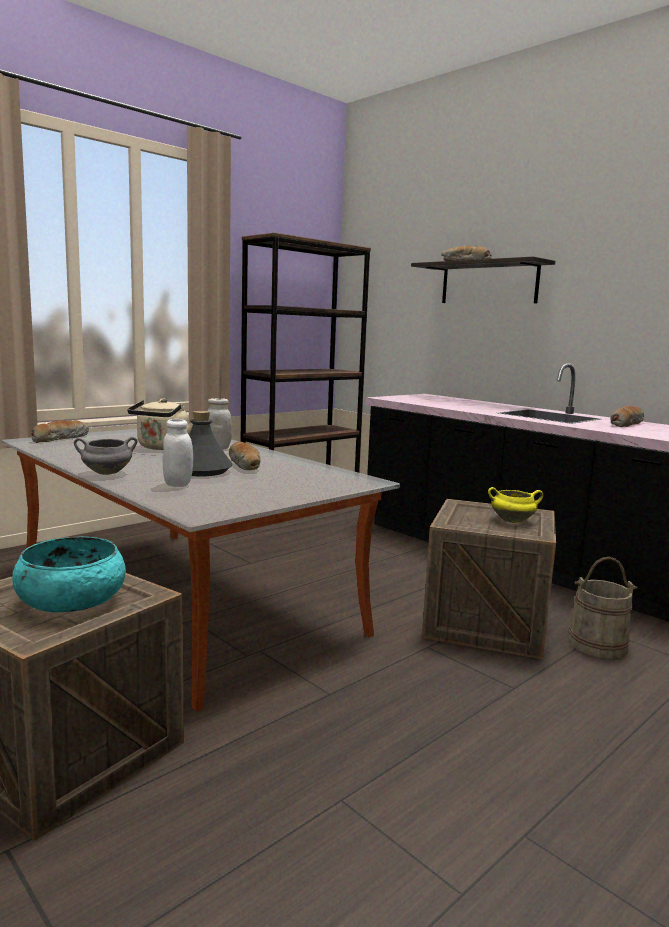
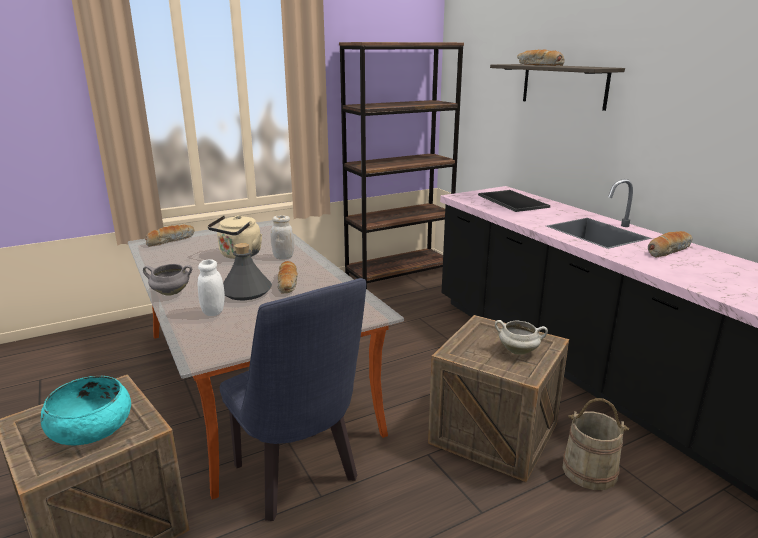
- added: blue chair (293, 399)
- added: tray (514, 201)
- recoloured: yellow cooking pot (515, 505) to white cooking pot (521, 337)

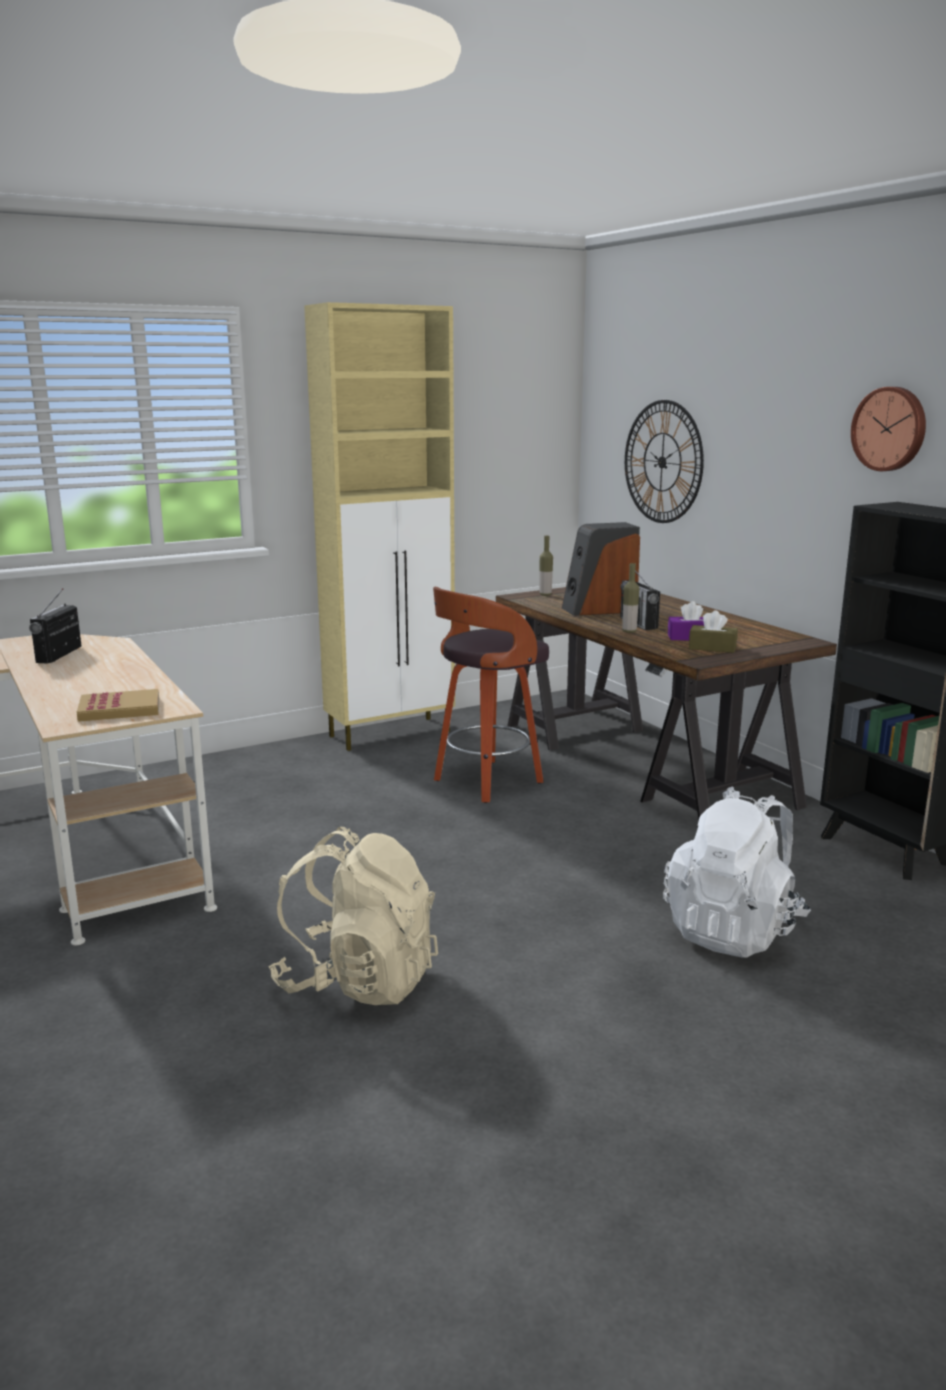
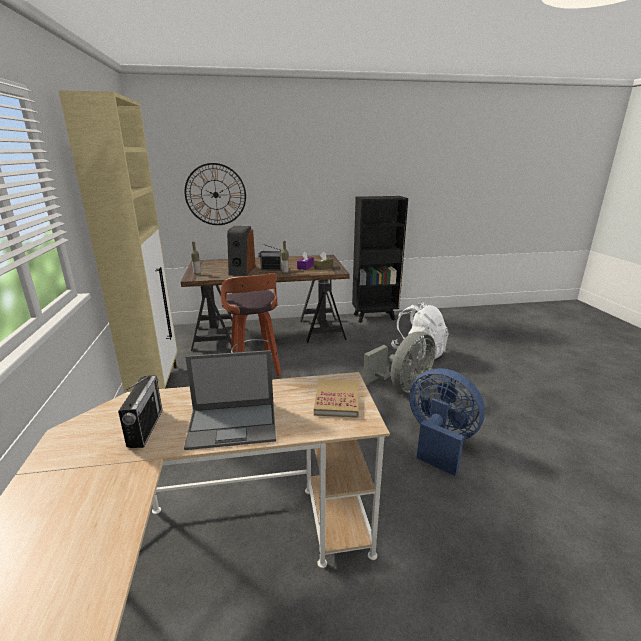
- removed: wall clock (888, 429)
- added: laptop (230, 400)
- added: grey fan (399, 362)
- replaced: beige backpack (353, 916) to blue fan (447, 422)
- turned: radio (55, 625) = (140, 411) 120 degrees counterclockwise

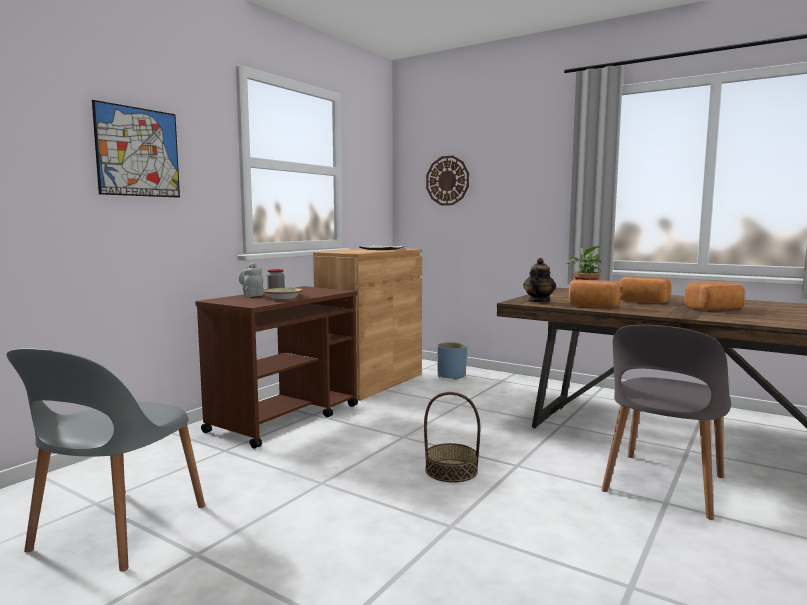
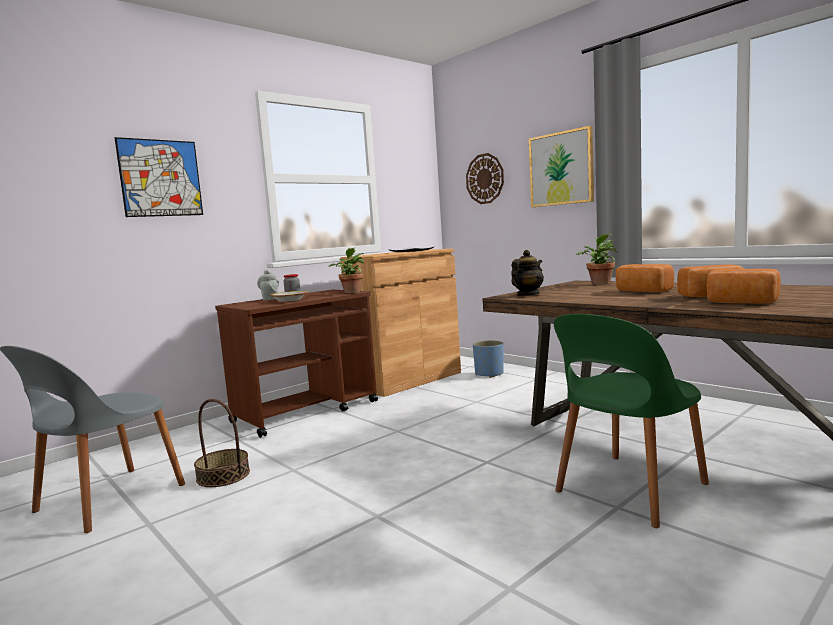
- added: potted plant (346, 271)
- added: picture (561, 166)
- moved: basket (452, 437) to (222, 443)
- moved: bread (594, 294) to (744, 286)
- recoloured: grey chair (666, 422) to green chair (631, 421)

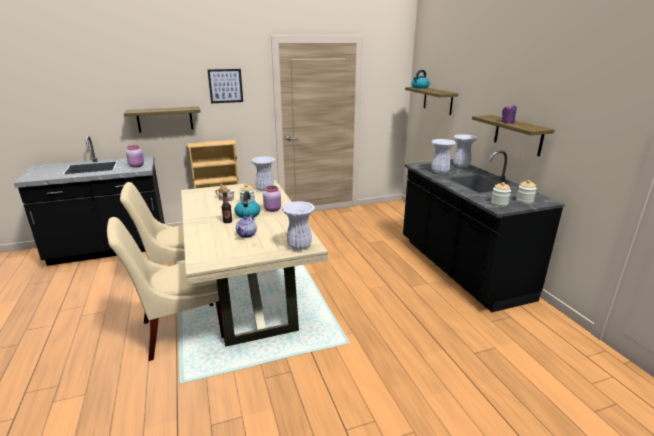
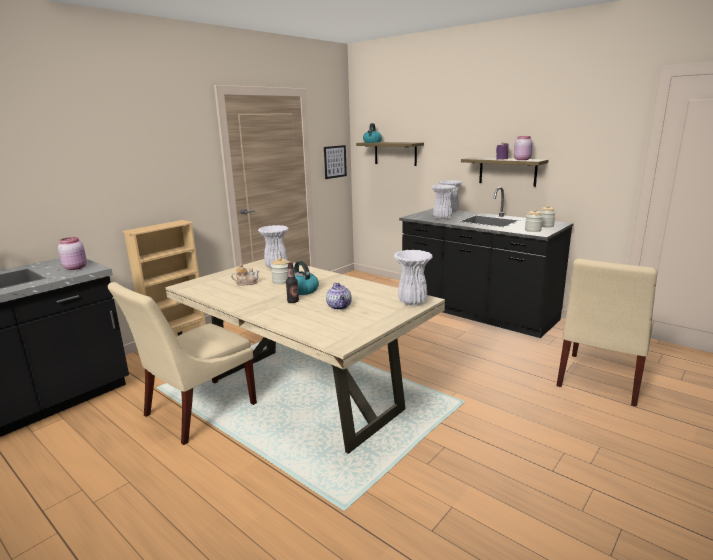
- removed: shelf (162, 120)
- moved: beige chair (165, 289) to (607, 333)
- moved: picture (225, 86) to (335, 162)
- moved: pink jar (272, 199) to (523, 148)

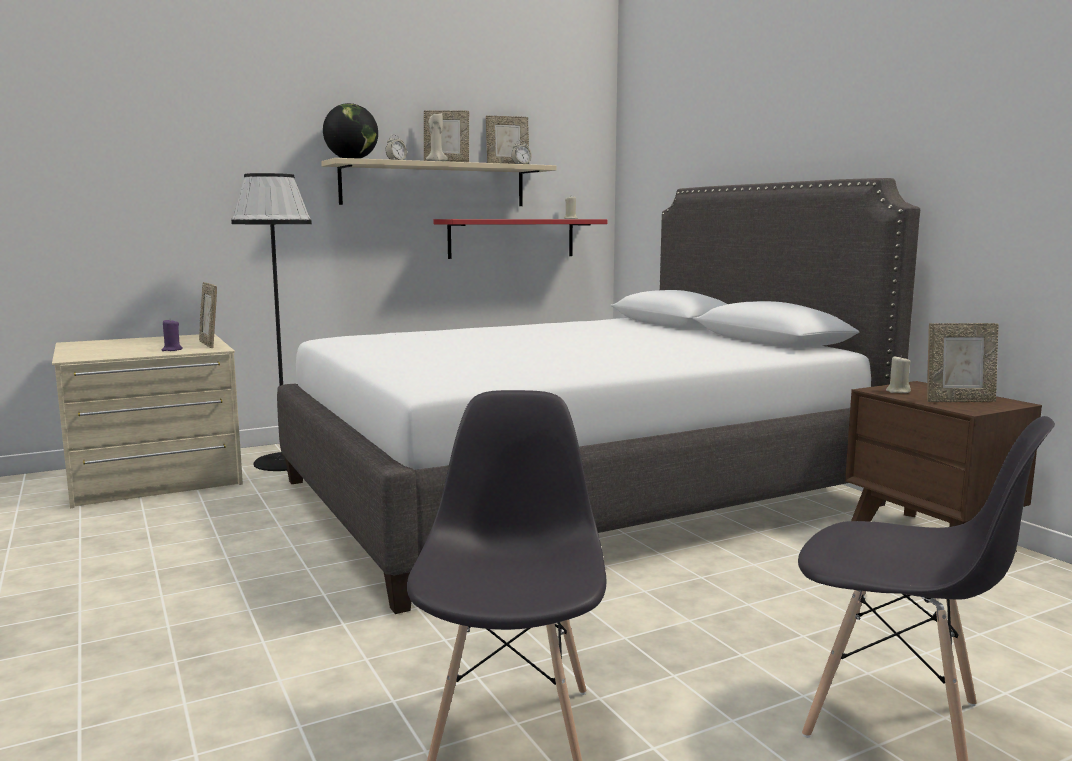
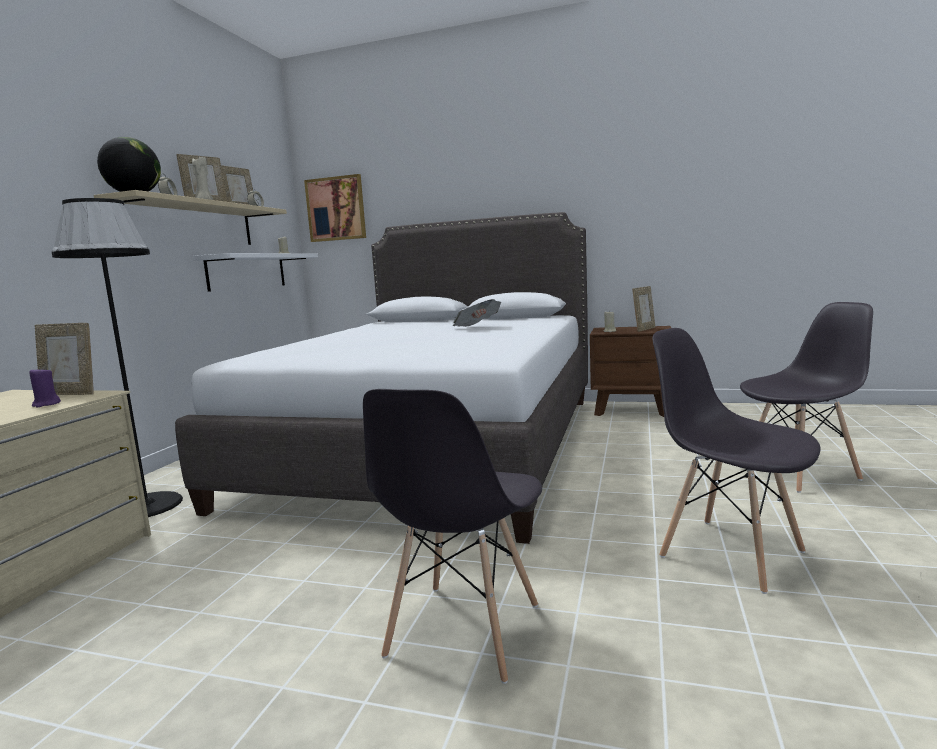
- added: picture (335, 208)
- added: grey chair (452, 536)
- added: newspaper (476, 313)
- recoloured: red shelf (521, 239) to white shelf (255, 272)

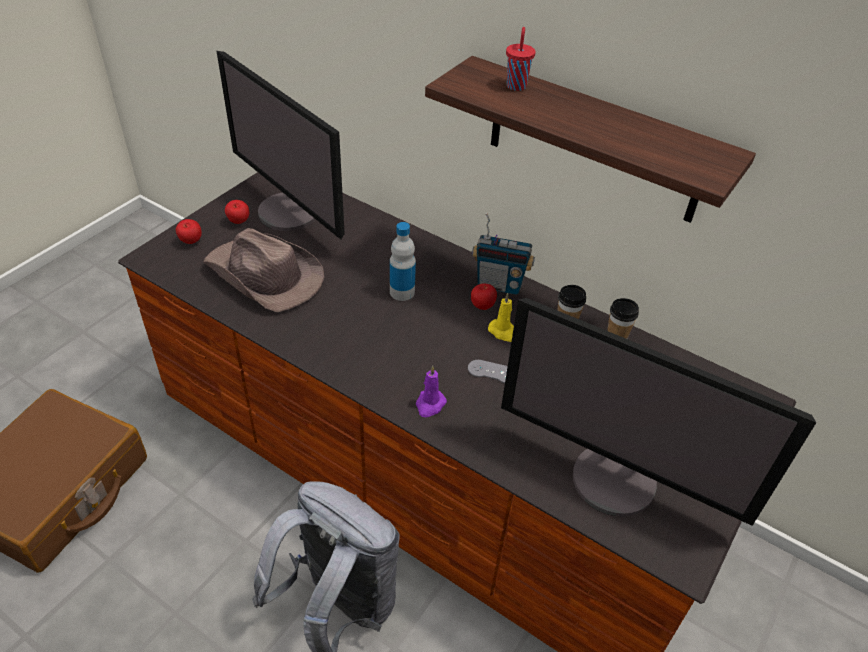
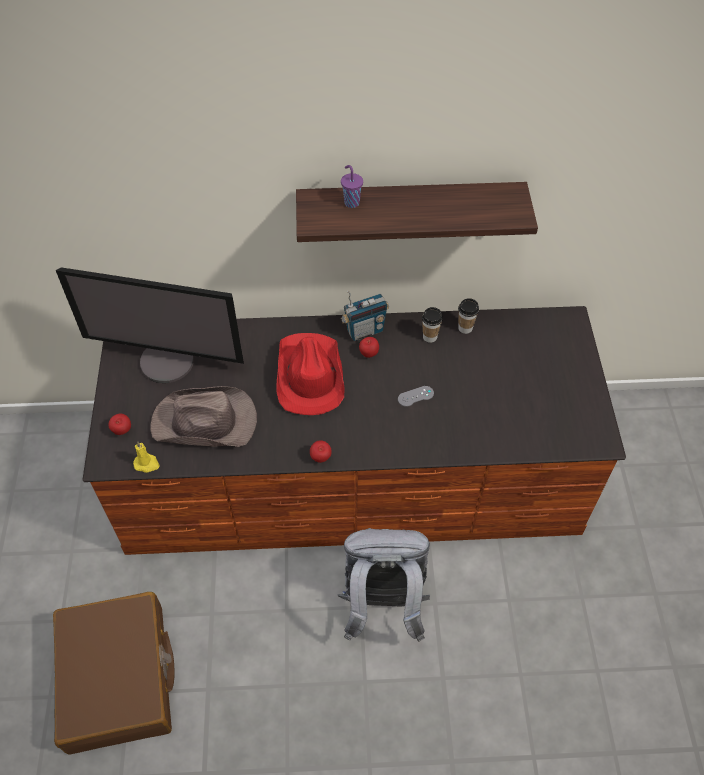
- removed: purple candle (431, 391)
- removed: monitor (658, 412)
- moved: apple (237, 212) to (321, 451)
- moved: yellow candle (501, 317) to (146, 457)
- replaced: bottle (403, 261) to red hat (310, 374)
- recoloured: red cup (521, 59) to purple cup (352, 186)

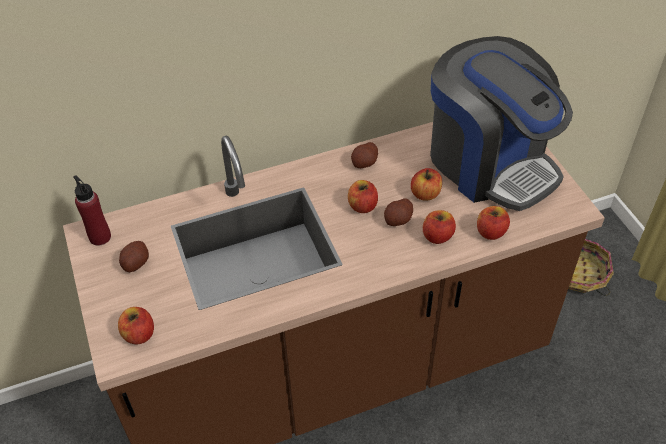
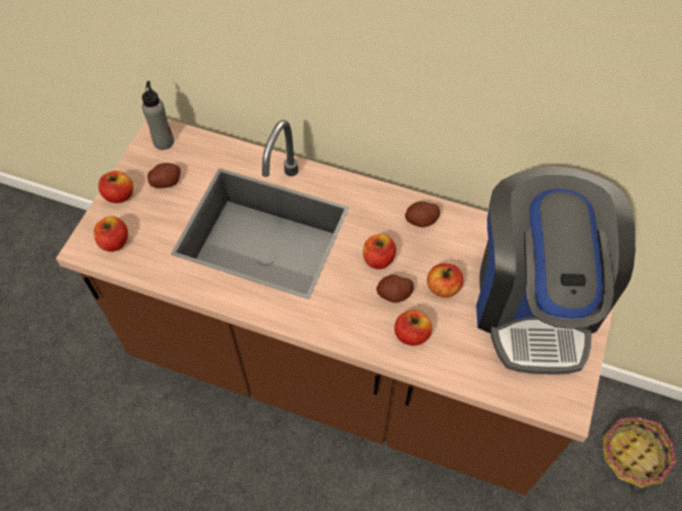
- moved: apple (493, 223) to (115, 187)
- recoloured: red bottle (92, 210) to grey bottle (158, 115)

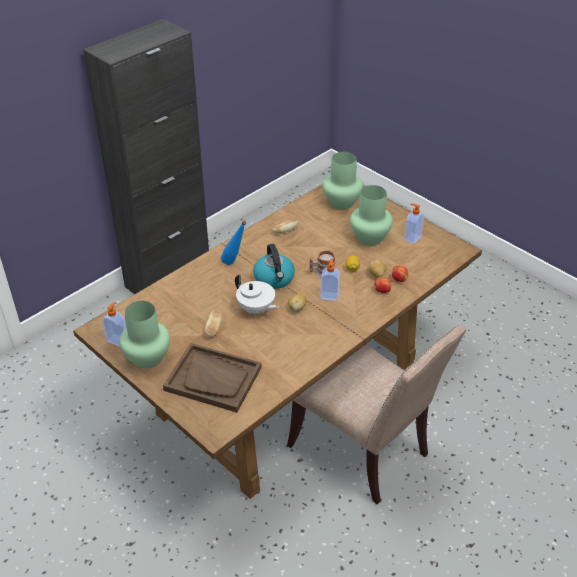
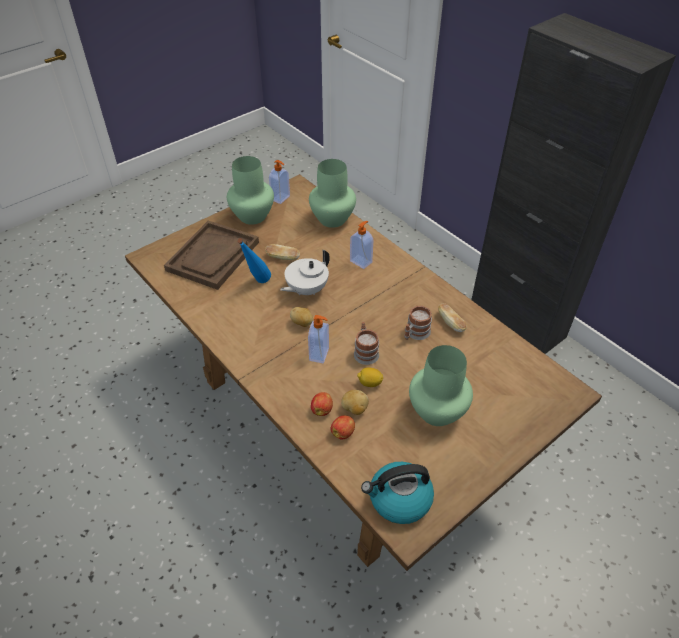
- removed: beige chair (376, 415)
- added: mug (418, 323)
- moved: blue bottle (233, 243) to (254, 260)
- moved: kettle (274, 266) to (397, 493)
- moved: green vase (343, 181) to (332, 193)
- moved: soap dispenser (414, 223) to (361, 245)

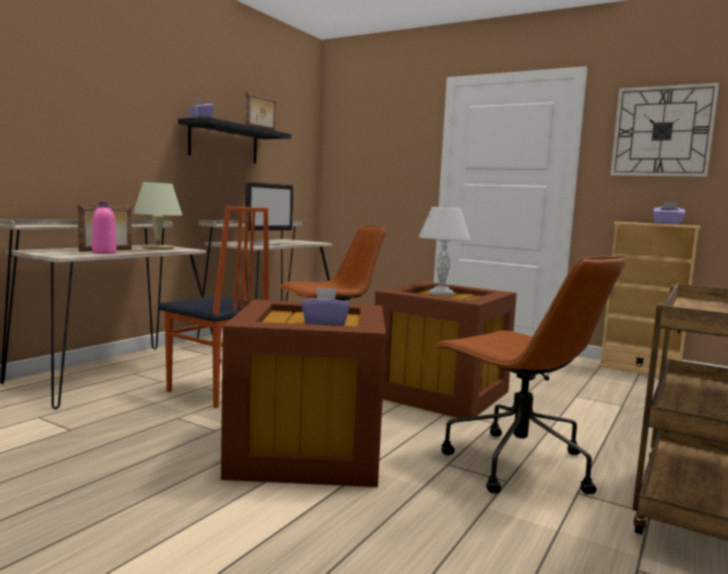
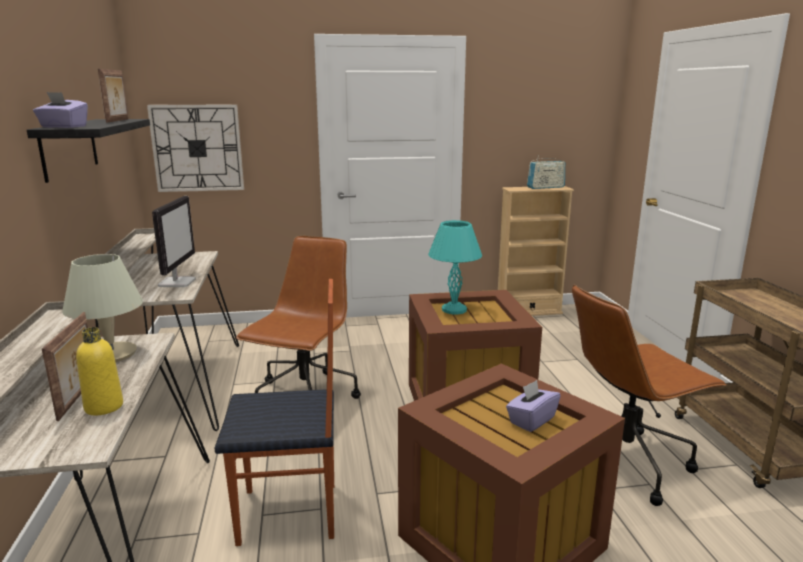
- moved: wall clock (664, 130) to (195, 148)
- replaced: purple tissue box (669, 212) to radio (546, 173)
- recoloured: pink bottle (104, 227) to yellow bottle (99, 371)
- recoloured: white table lamp (444, 251) to turquoise table lamp (455, 267)
- turned: brown office chair (530, 374) = (649, 395) 150 degrees clockwise

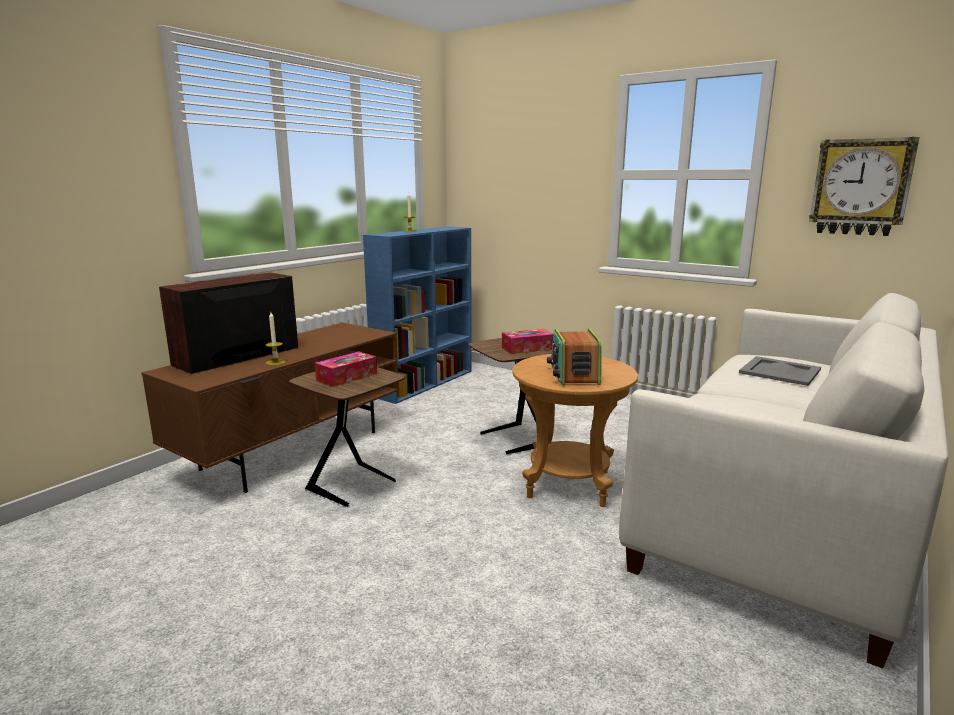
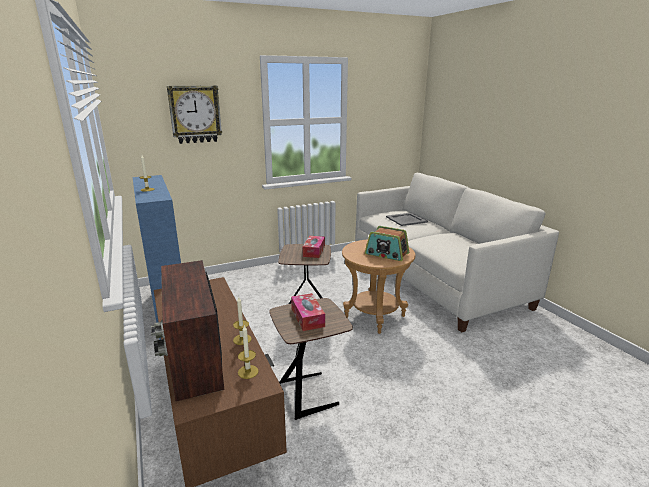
- added: candle (248, 352)
- moved: wall clock (864, 186) to (194, 115)

